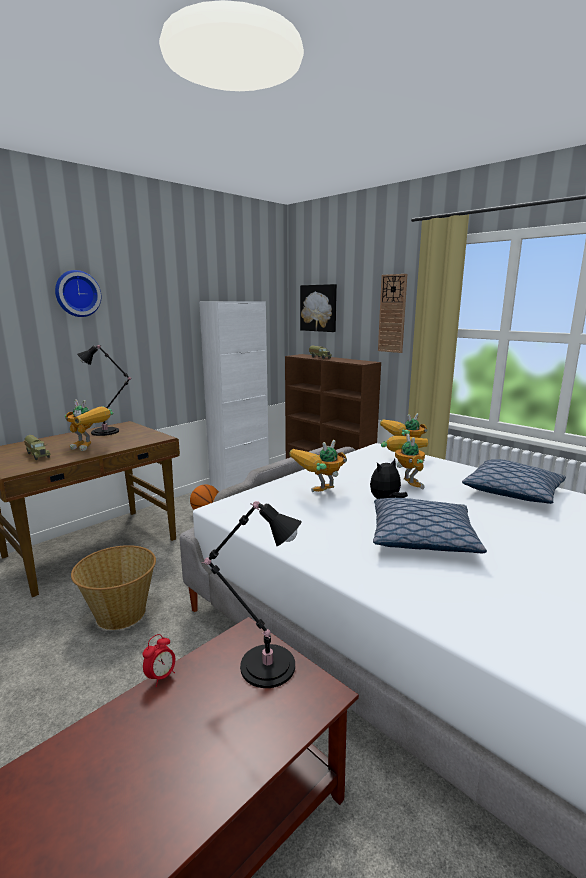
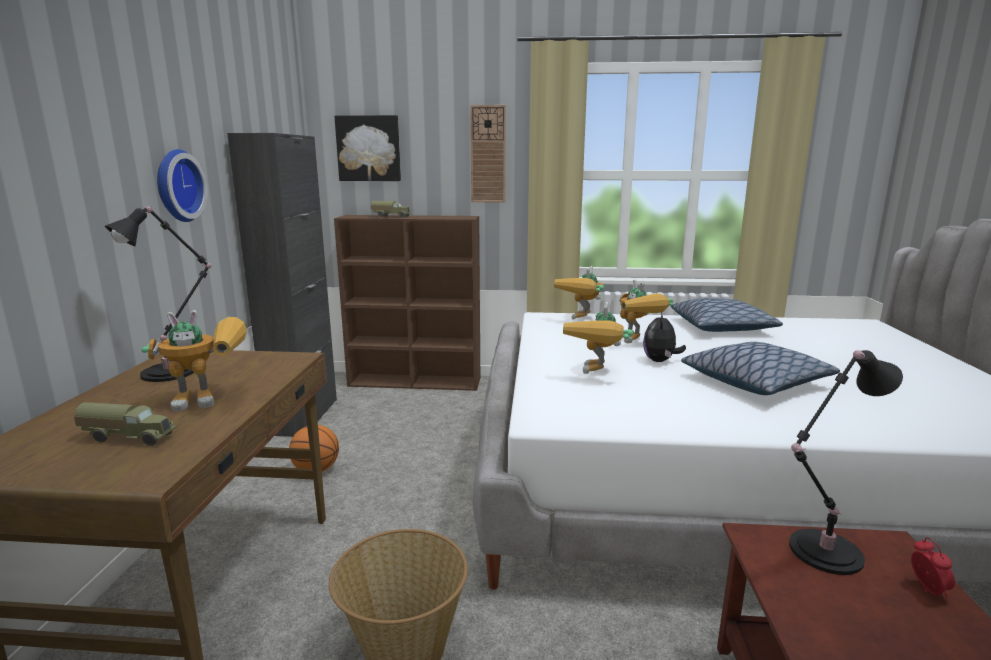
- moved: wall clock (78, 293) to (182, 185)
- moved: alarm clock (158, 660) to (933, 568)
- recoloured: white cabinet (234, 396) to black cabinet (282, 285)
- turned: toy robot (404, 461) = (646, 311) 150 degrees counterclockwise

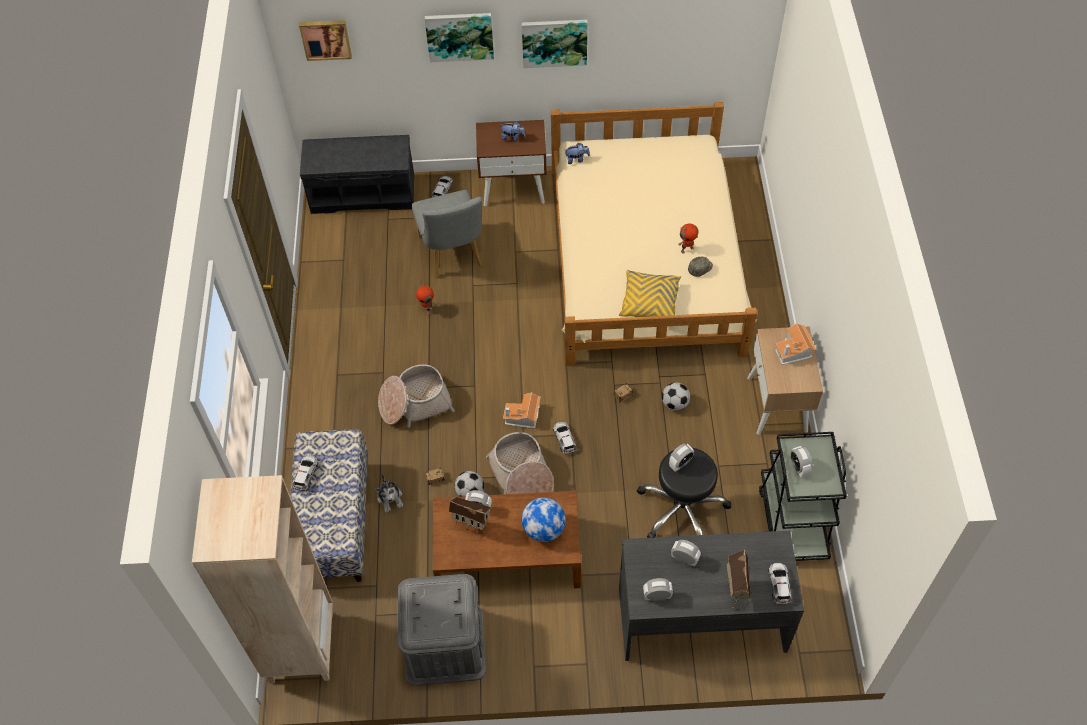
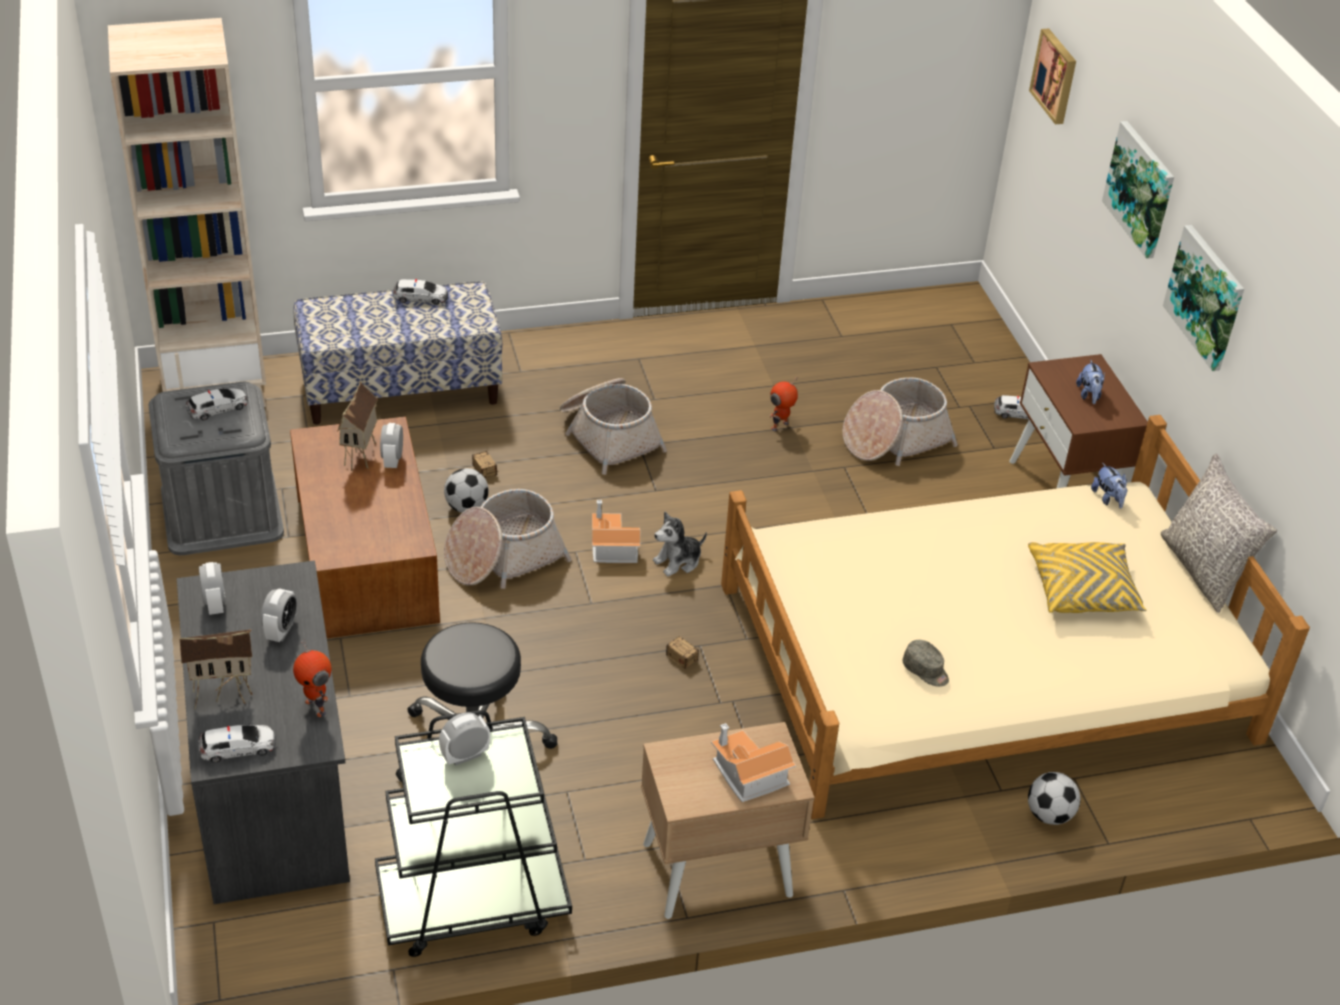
- removed: grey bench (357, 174)
- removed: globe (543, 520)
- removed: alarm clock (681, 457)
- added: grey pillow (1219, 533)
- moved: plush toy (388, 493) to (680, 544)
- moved: toy car (565, 438) to (217, 404)
- moved: yellow pillow (650, 293) to (1087, 577)
- moved: football (676, 396) to (1054, 798)
- moved: toy robot (688, 238) to (312, 678)
- replaced: grey chair (447, 233) to basket (900, 421)

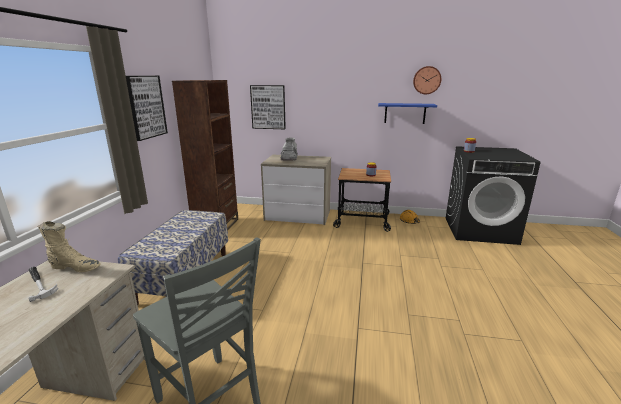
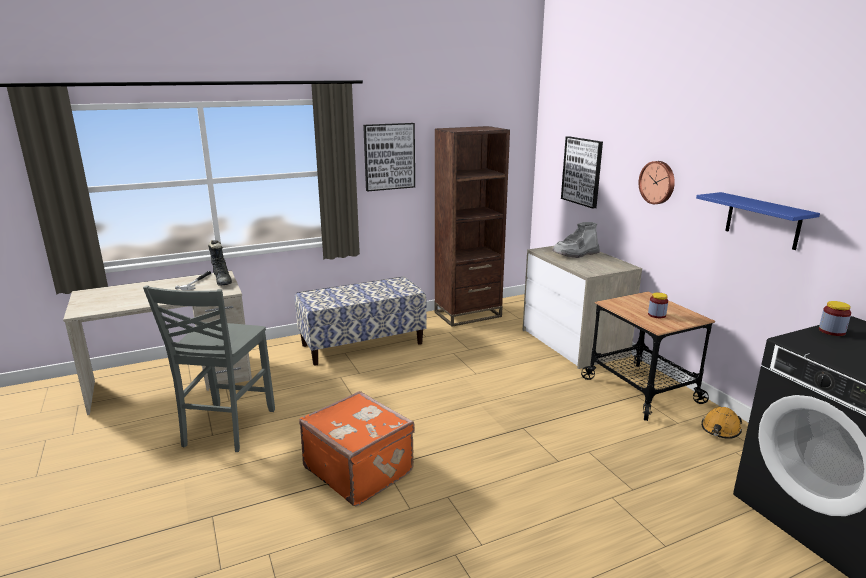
- added: orange suitcase (357, 448)
- moved: wall clock (427, 80) to (657, 182)
- recoloured: beige boot (69, 246) to black boot (220, 263)

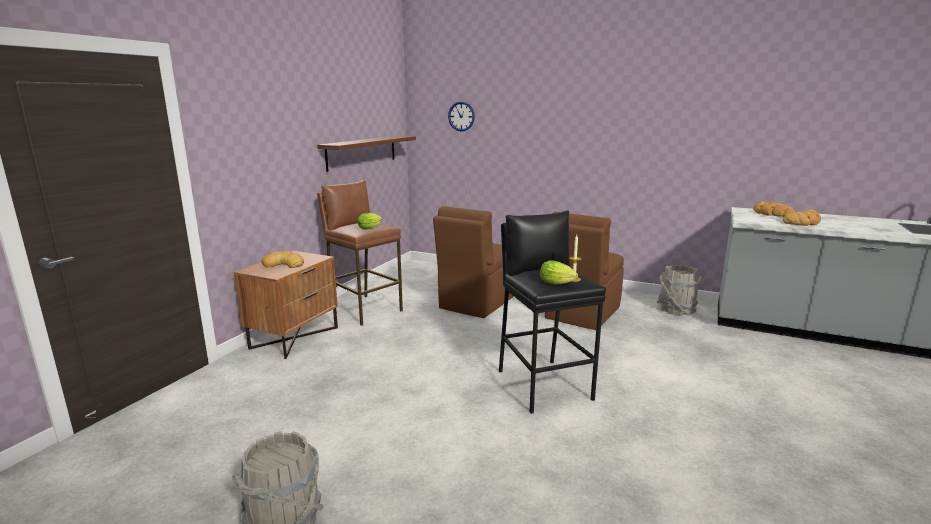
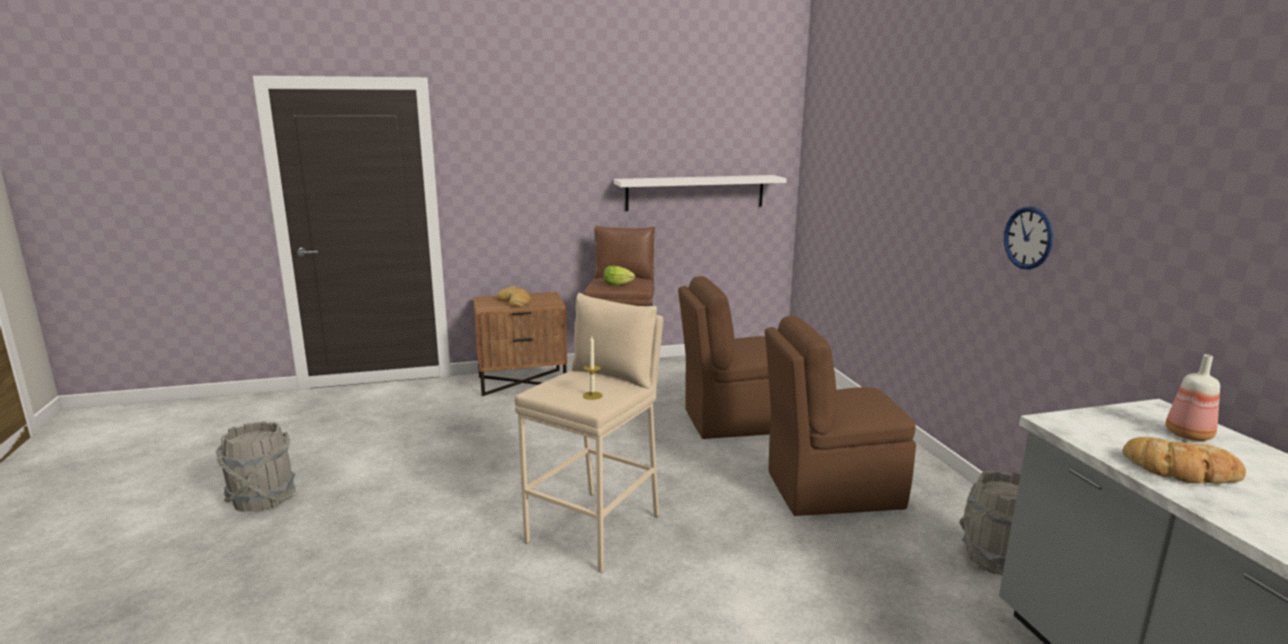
- removed: lettuce (559, 273)
- moved: wall clock (461, 116) to (1028, 238)
- replaced: bread (774, 209) to bottle (1193, 397)
- recoloured: brown shelf (367, 154) to white shelf (700, 193)
- recoloured: black stool (552, 312) to beige stool (589, 433)

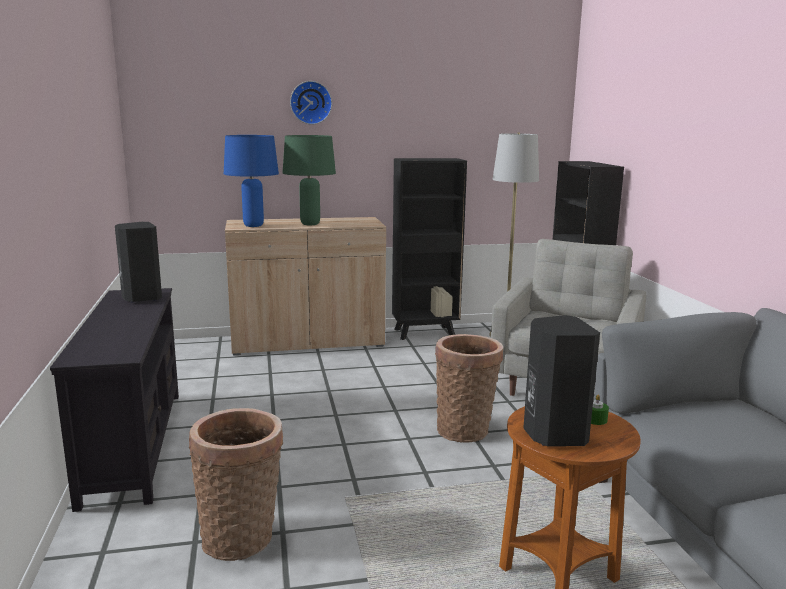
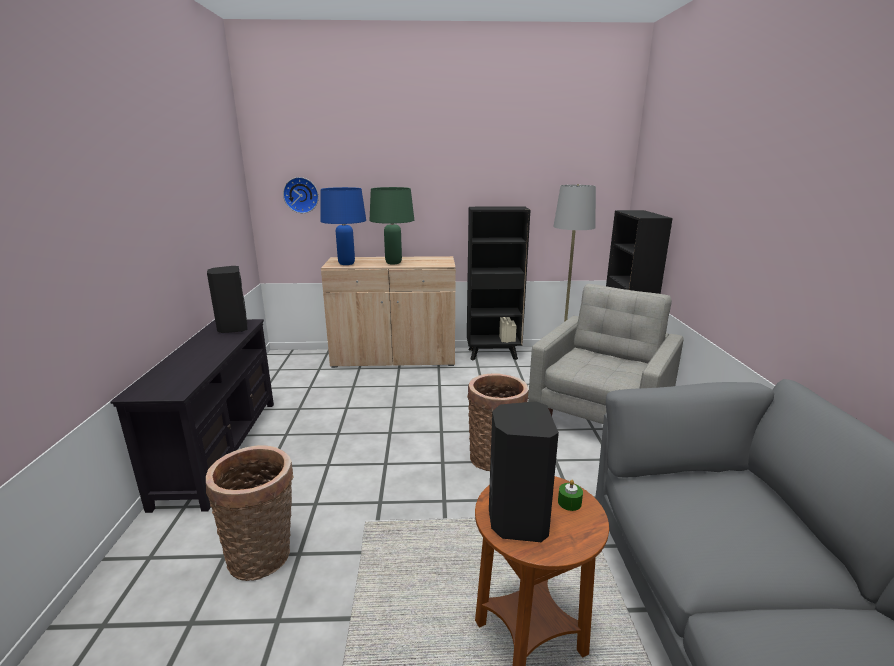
- moved: wall clock (311, 103) to (301, 195)

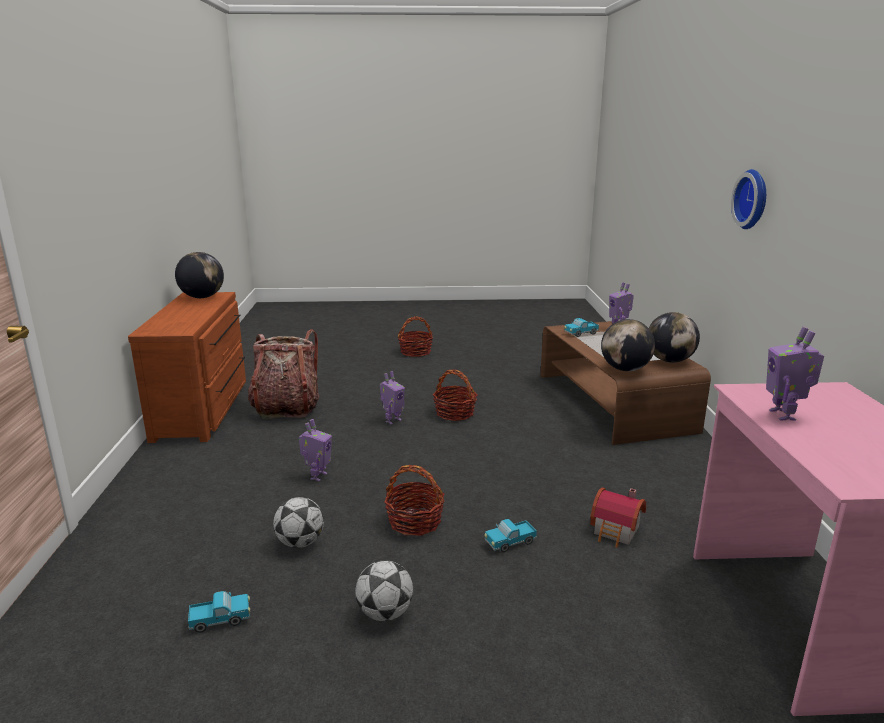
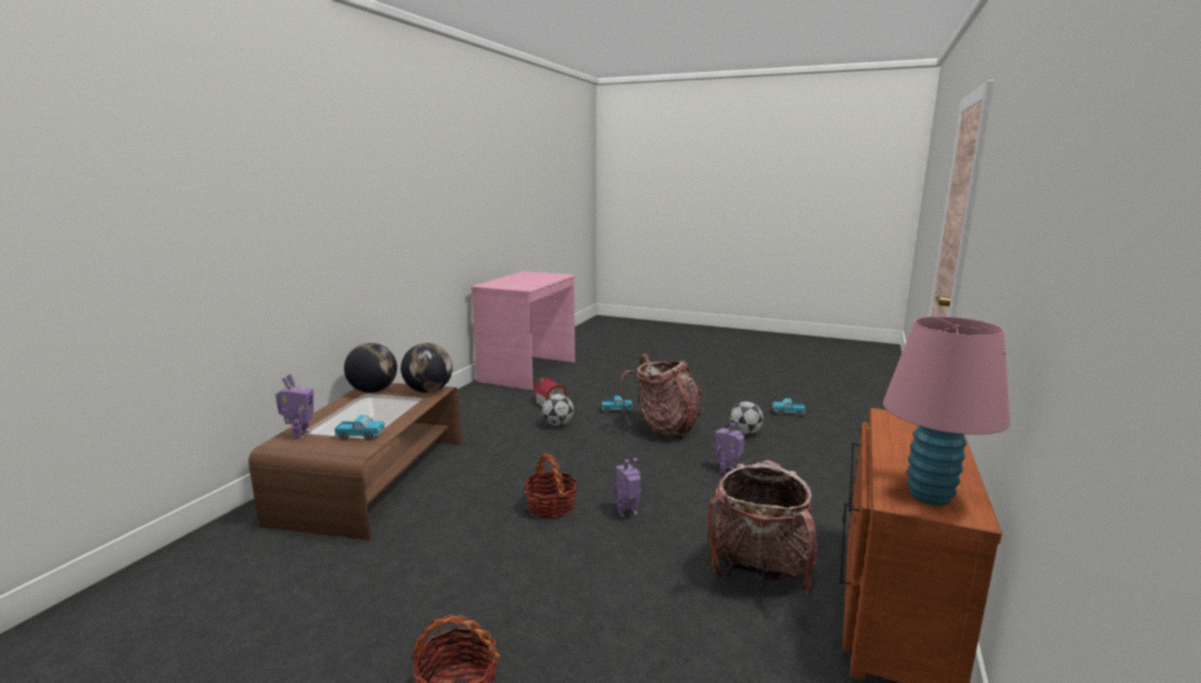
- removed: wall clock (748, 199)
- removed: toy robot (795, 374)
- moved: football (384, 590) to (558, 410)
- replaced: globe (199, 275) to pink table lamp (946, 410)
- replaced: basket (414, 500) to backpack (661, 397)

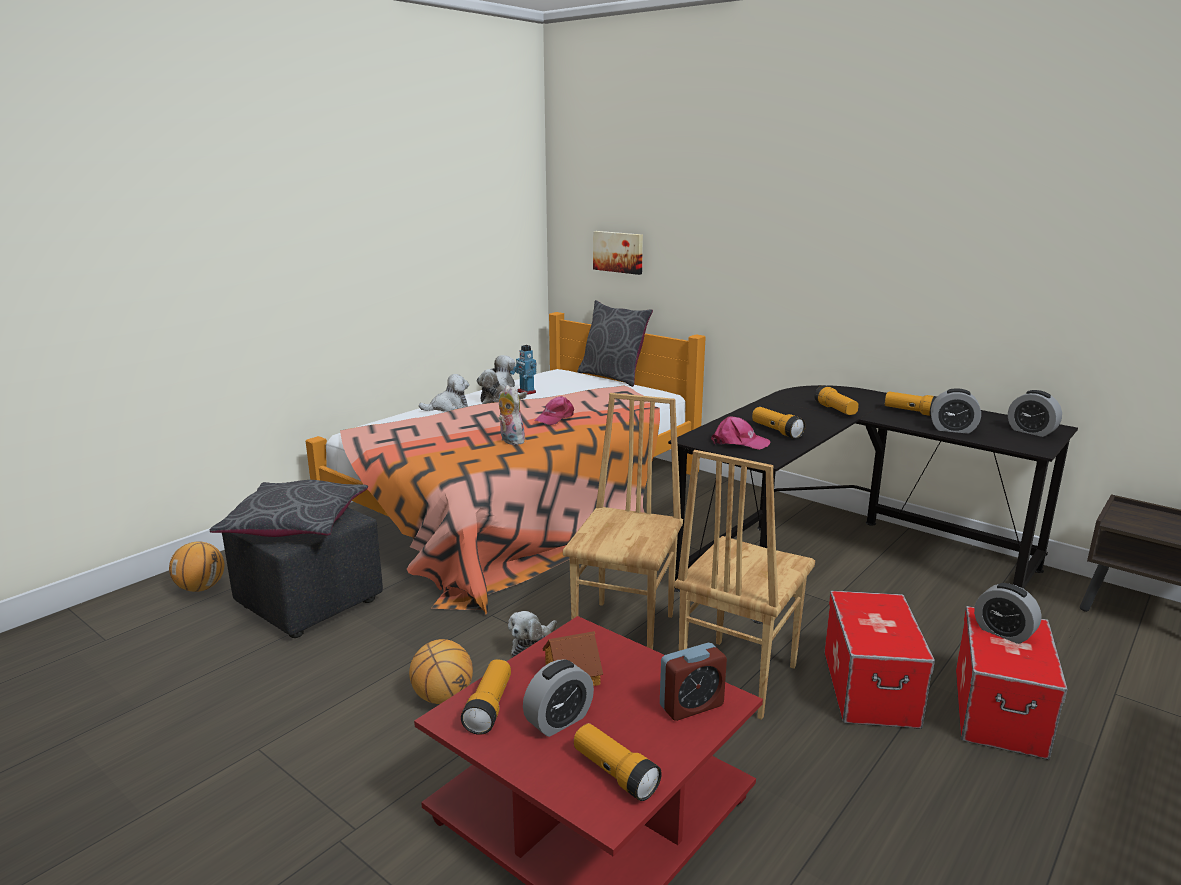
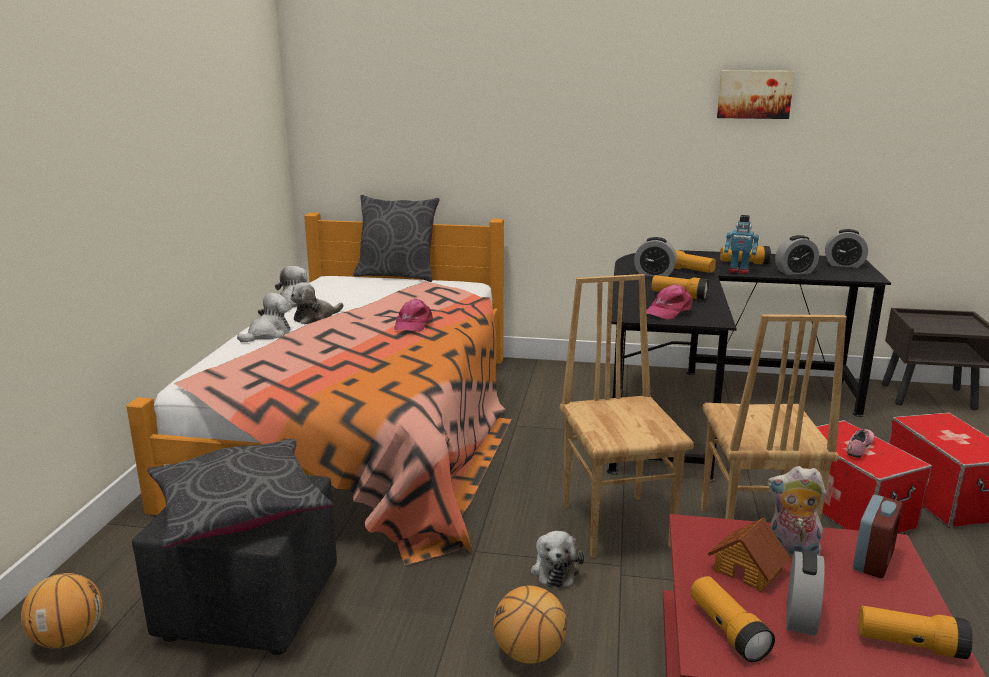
- added: pink shoe (860, 443)
- moved: plush toy (511, 415) to (797, 511)
- moved: toy robot (523, 370) to (741, 244)
- moved: picture (618, 253) to (756, 95)
- moved: alarm clock (1008, 613) to (655, 257)
- turned: pink cap (741, 433) = (669, 302) 150 degrees clockwise

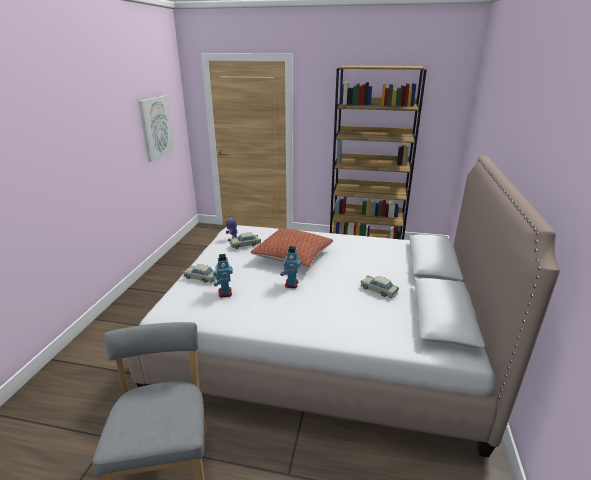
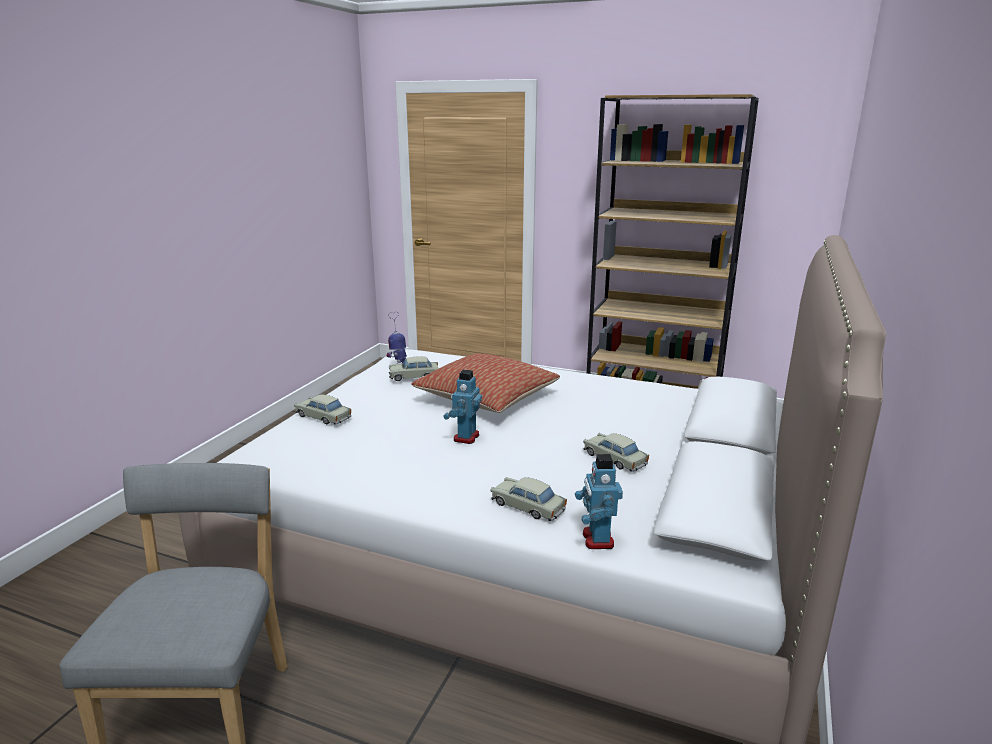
- removed: picture (156, 128)
- added: beige toy car (528, 499)
- moved: toy robot (223, 276) to (599, 501)

